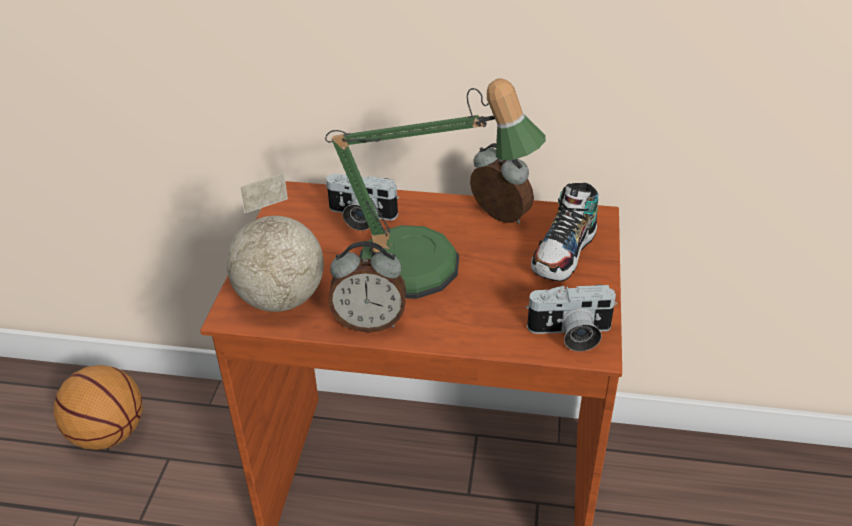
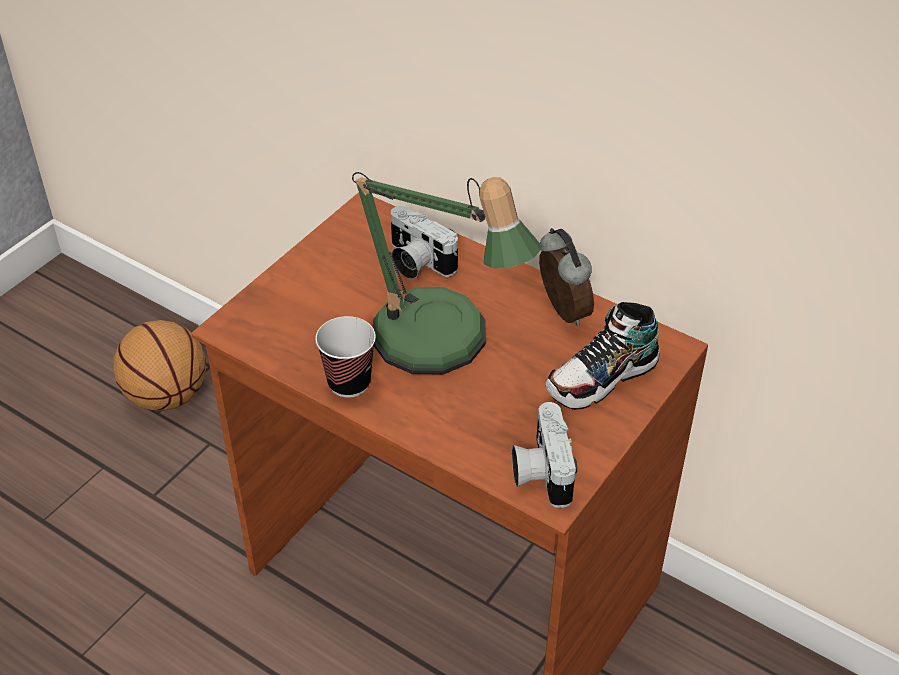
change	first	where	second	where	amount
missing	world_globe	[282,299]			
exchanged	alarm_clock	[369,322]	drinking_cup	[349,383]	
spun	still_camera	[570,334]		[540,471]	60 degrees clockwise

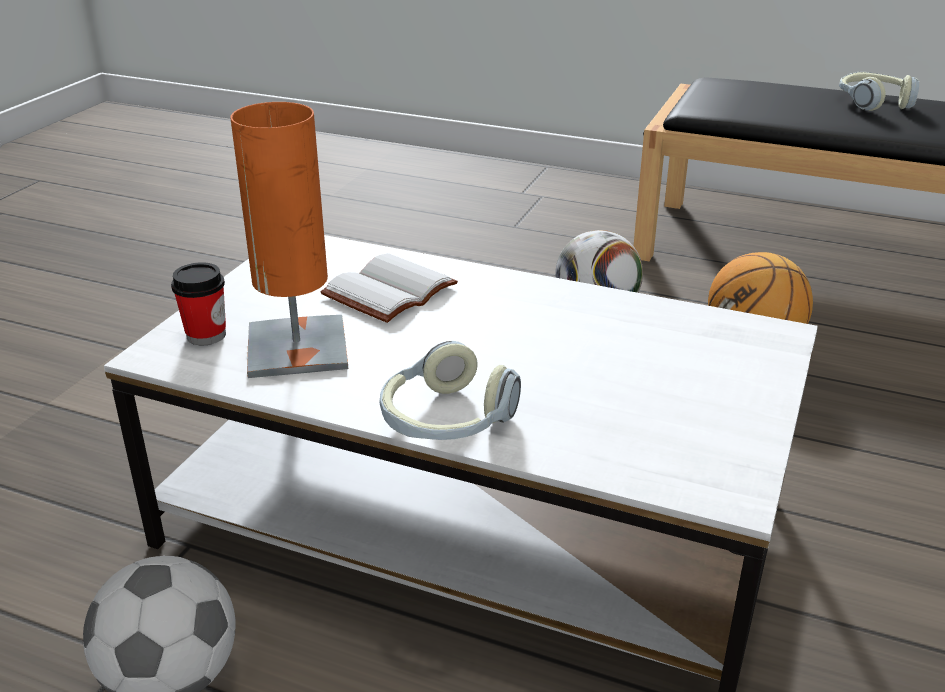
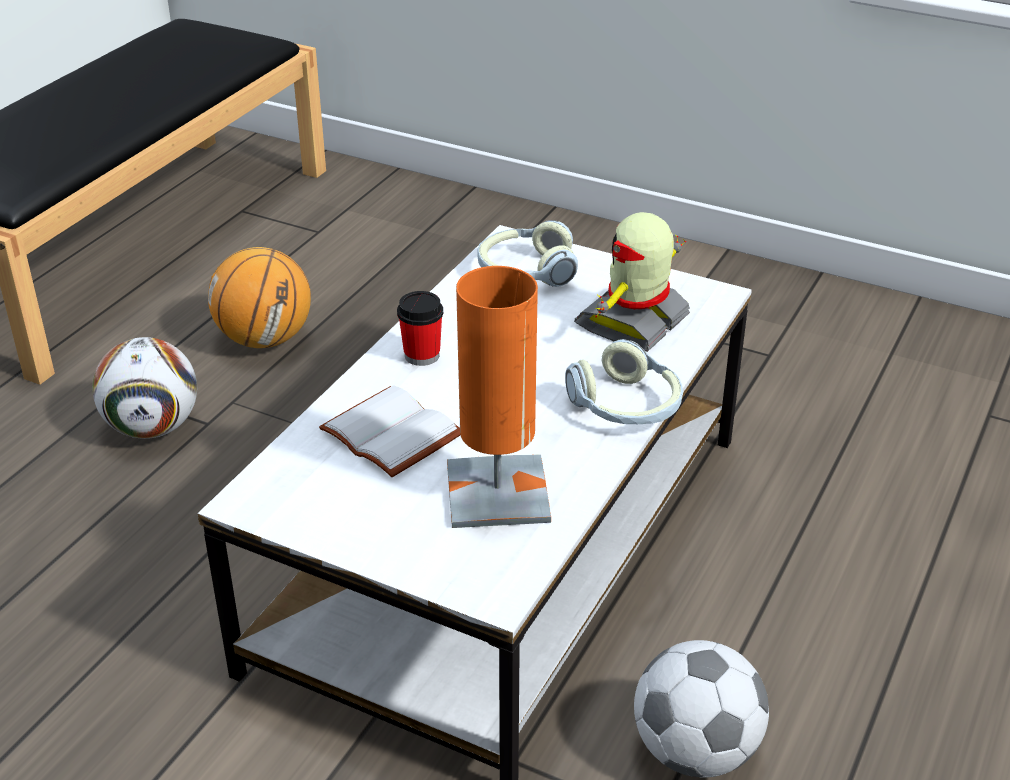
change	first	where	second	where	amount
relocated	pair_of_headphones	[873,102]		[526,272]	
relocated	drinking_cup	[206,335]		[422,355]	
appeared			model_robot	[635,322]	

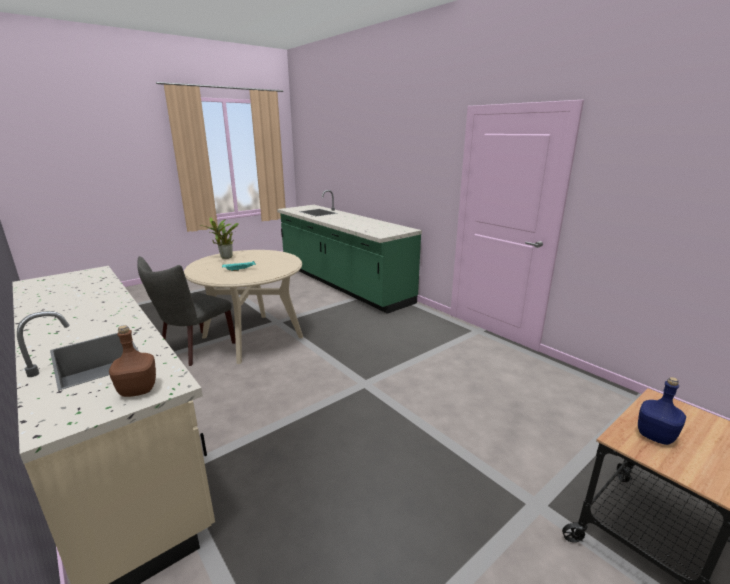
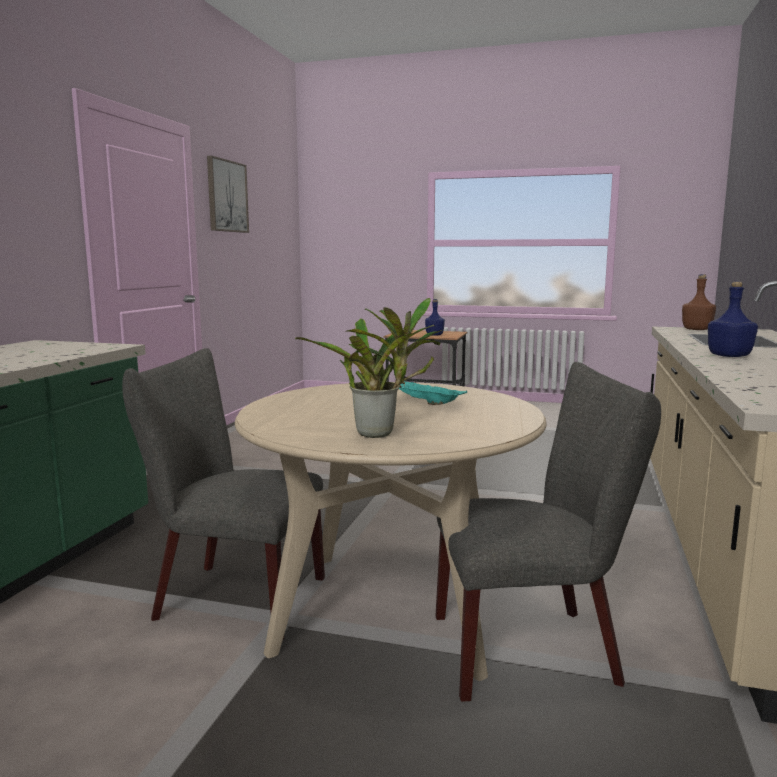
change	first	where	second	where	amount
appeared			wall_art	[227,196]	
appeared			bluish_drink_bottle	[730,356]	
appeared			gray_plain_chair	[230,598]	

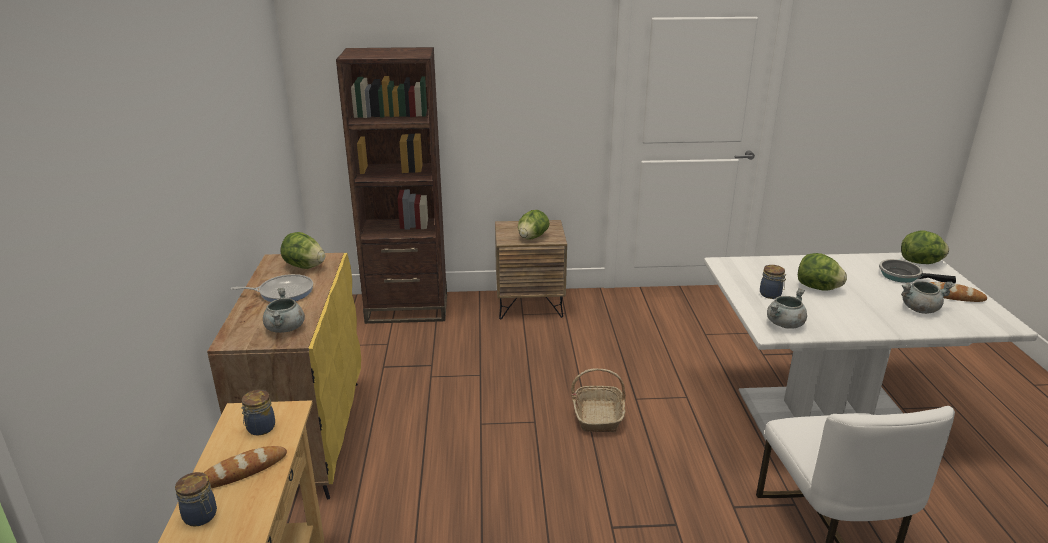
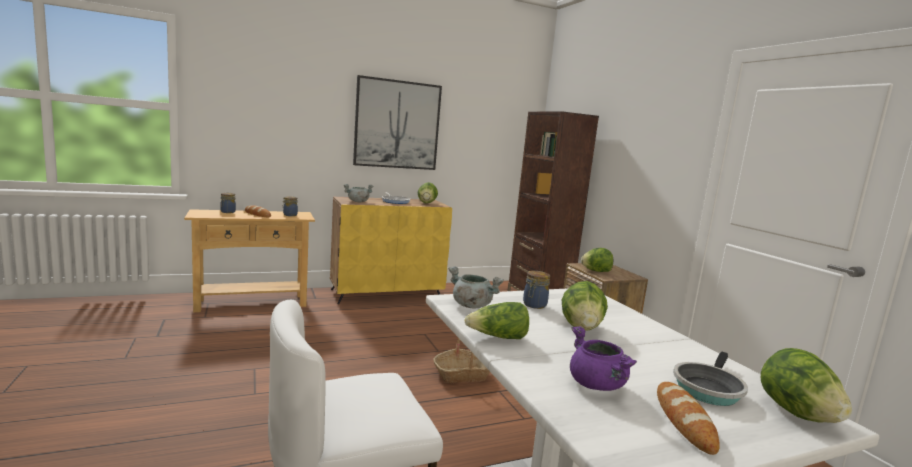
change	first	where	second	where	amount
spun	frying_pan	[903,276]		[707,388]	150 degrees counterclockwise
colour	gray_saucepot	[920,309]	purple_saucepot	[597,385]	
appeared			wall_art	[397,124]	
appeared			lettuce	[498,337]	

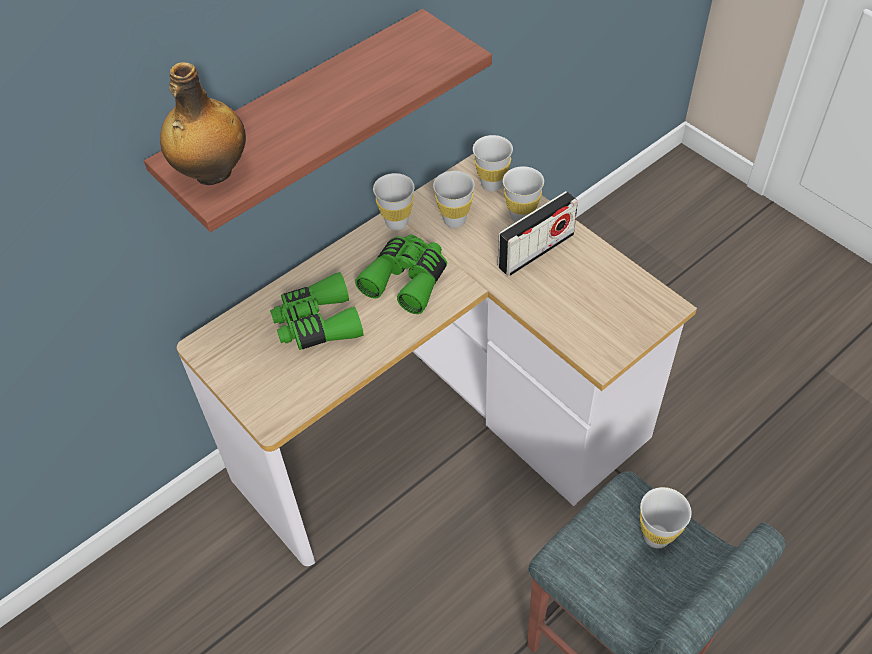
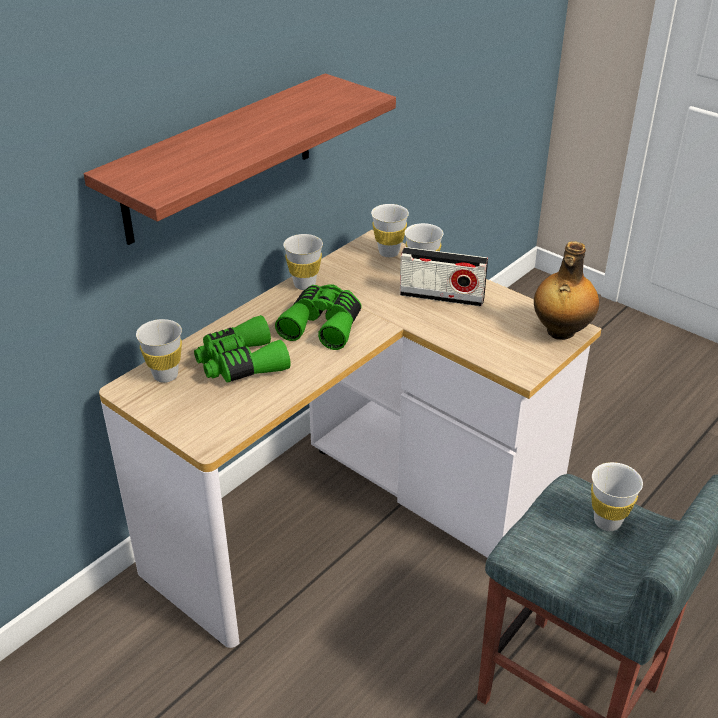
change	first	where	second	where	amount
relocated	drink_bottle	[212,173]		[560,332]	
relocated	white-coloured_drinking_cup	[454,220]		[165,375]	
spun	radio_set	[536,250]		[441,297]	60 degrees clockwise

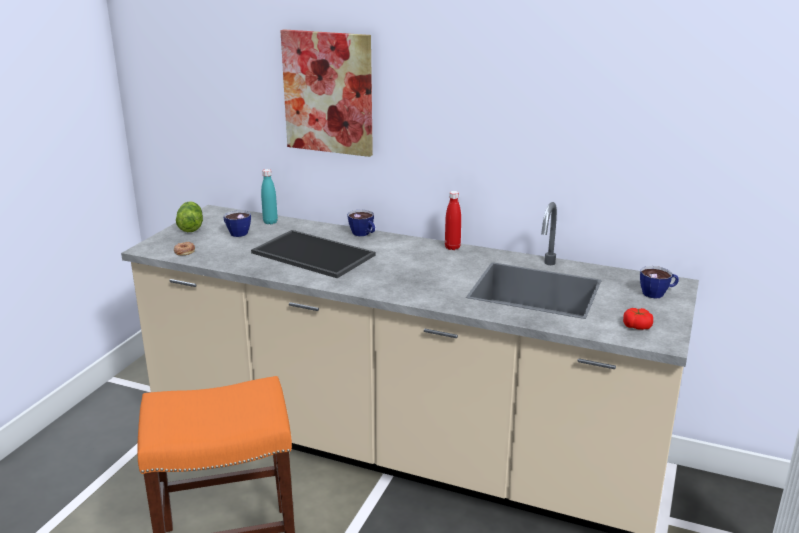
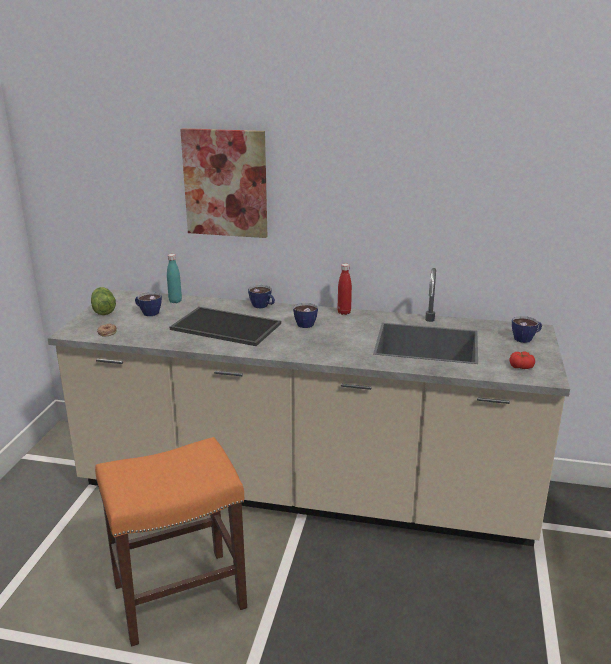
change	first	where	second	where	amount
appeared			drinking_cup	[305,323]	

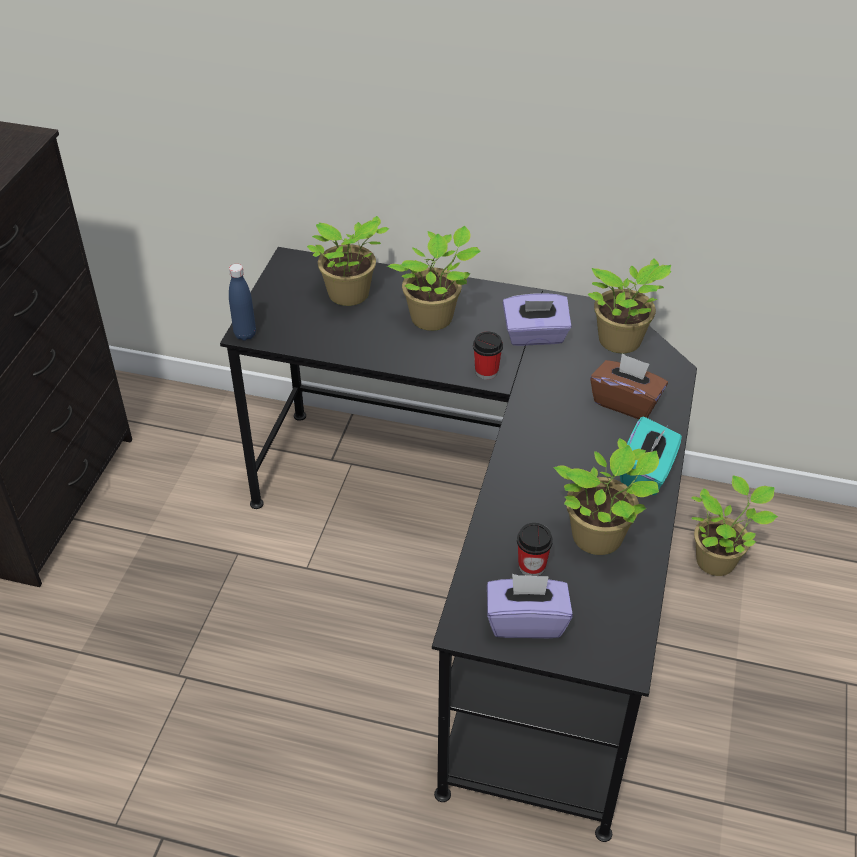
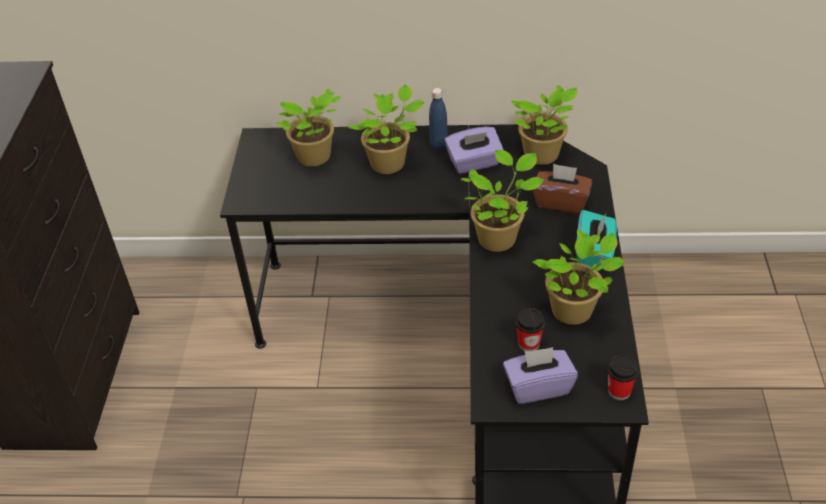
change	first	where	second	where	amount
relocated	bluish_drink_bottle	[245,334]		[439,145]	
relocated	drinking_cup	[486,371]		[619,391]	
relocated	potted_plant	[718,560]		[499,237]	

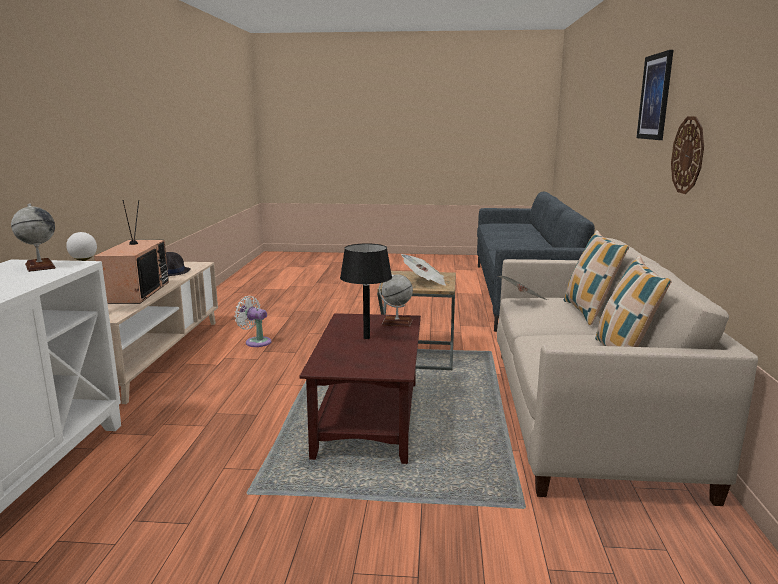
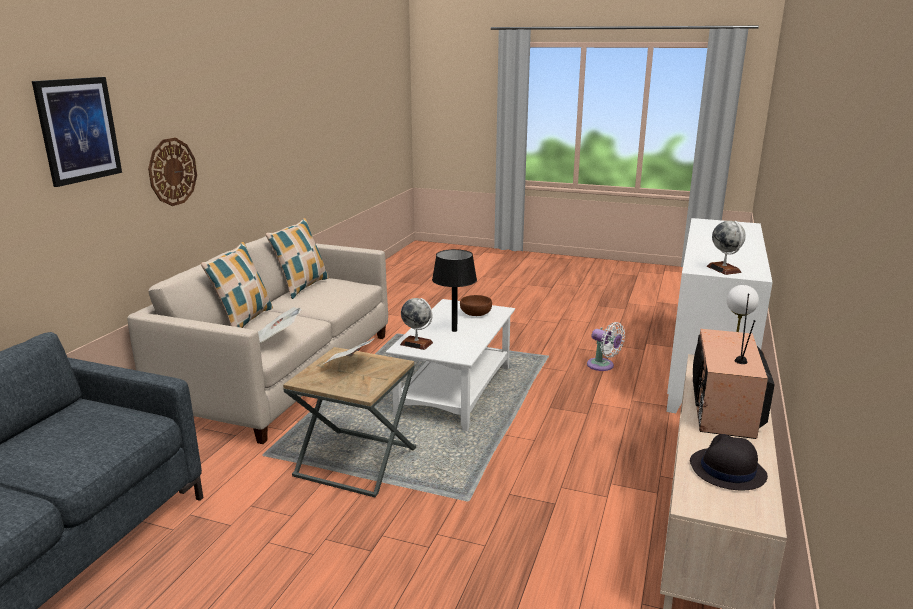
change	first	where	second	where	amount
relocated	white-coloured_cooling_fan	[256,342]		[603,366]	
colour	brown_lounge_table	[369,419]	white-coloured_lounge_table	[455,391]	
appeared			brown_serving_bowl	[476,314]	

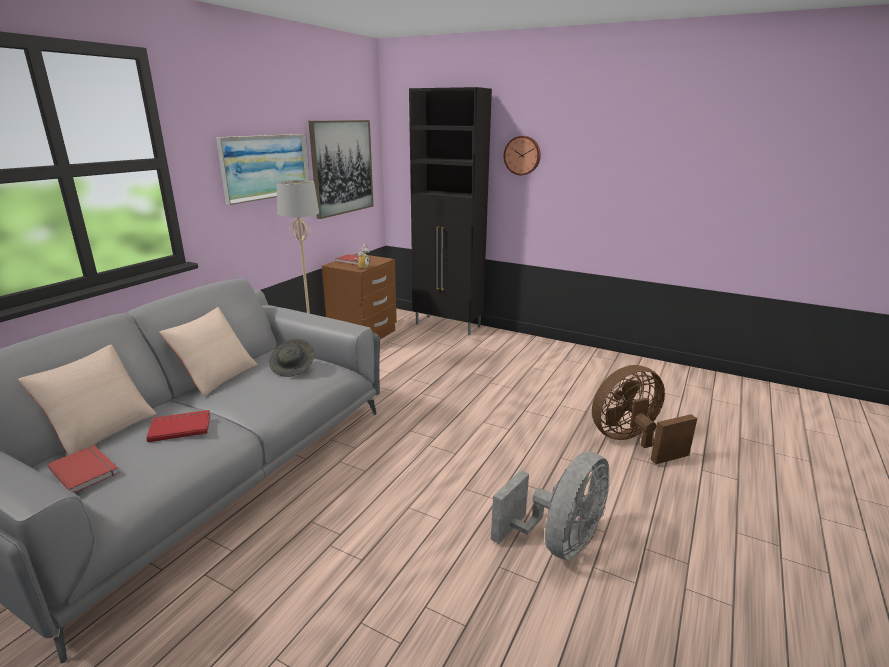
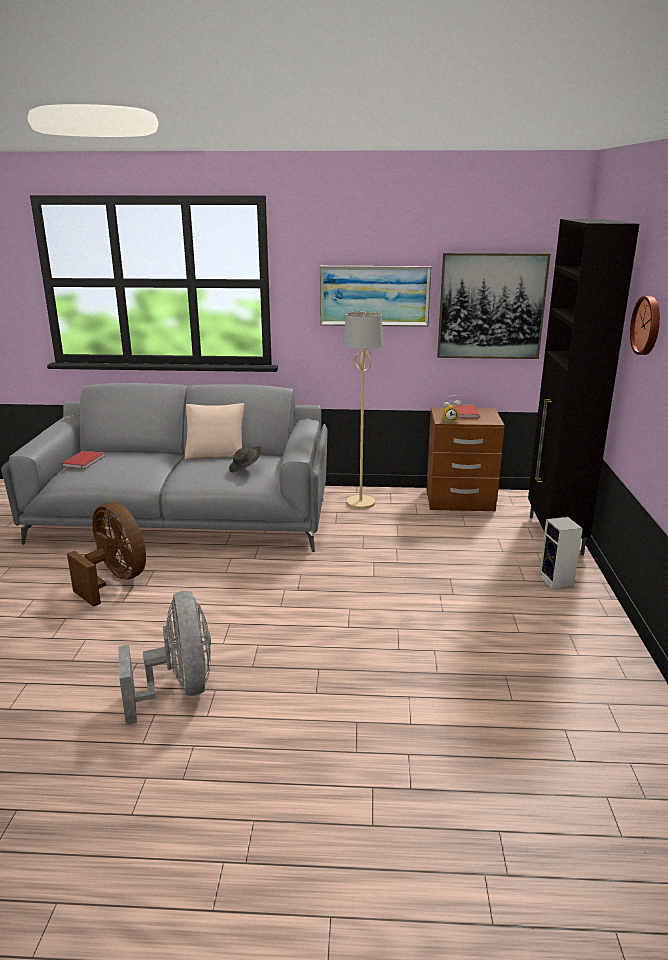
change	first	where	second	where	amount
missing	beige_throw_pillow	[101,428]			
relocated	brown_cooling_fan	[632,442]		[115,580]	
missing	reddish_book	[180,427]			
spun	gray_cooling_fan	[558,542]		[179,689]	120 degrees counterclockwise
appeared			loudspeaker	[557,581]	

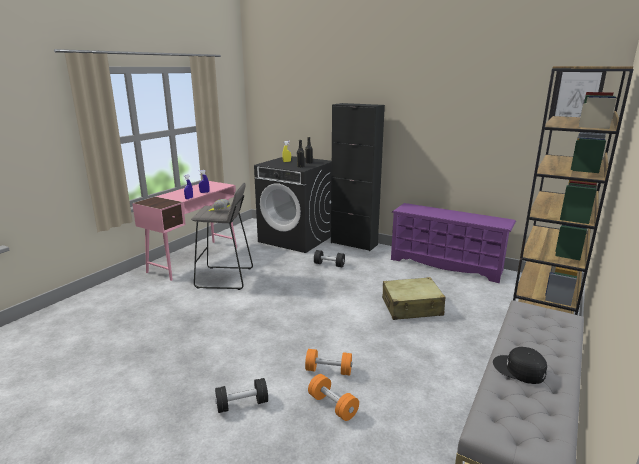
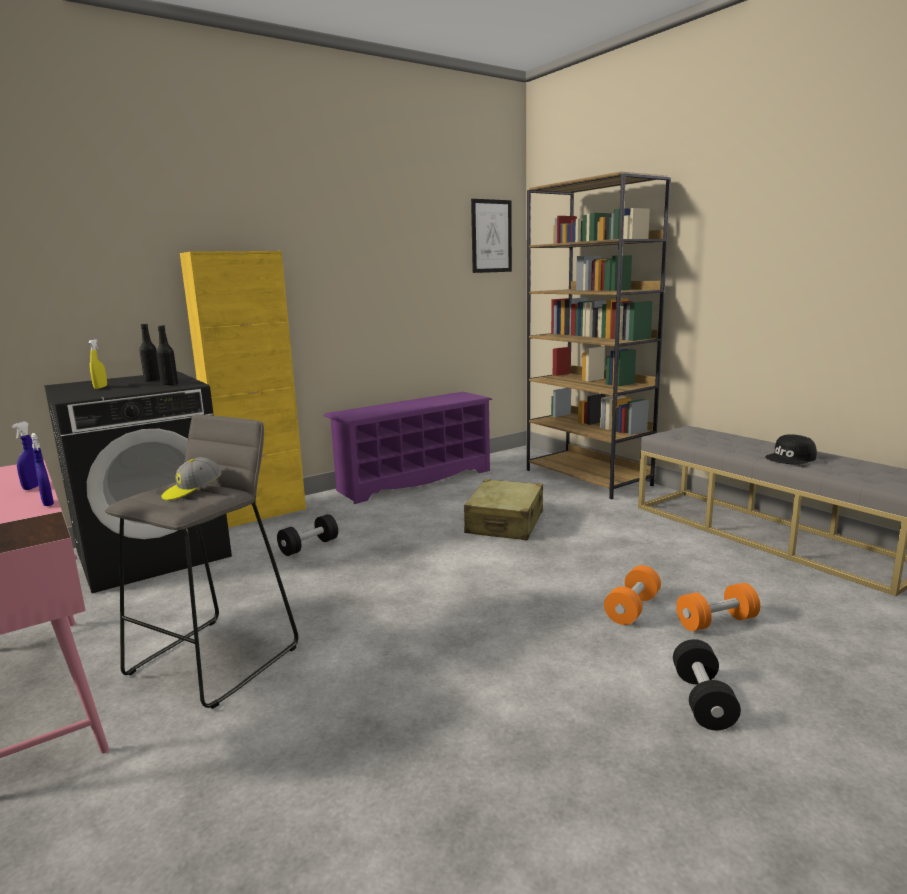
change	first	where	second	where	amount
colour	black_cupboard	[354,244]	yellow-coloured_cupboard	[261,514]	

